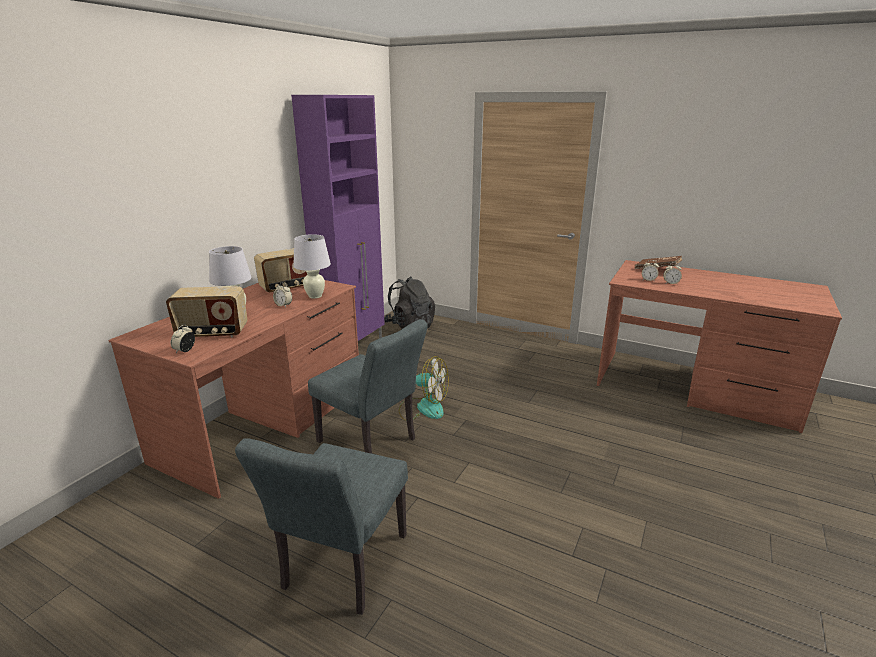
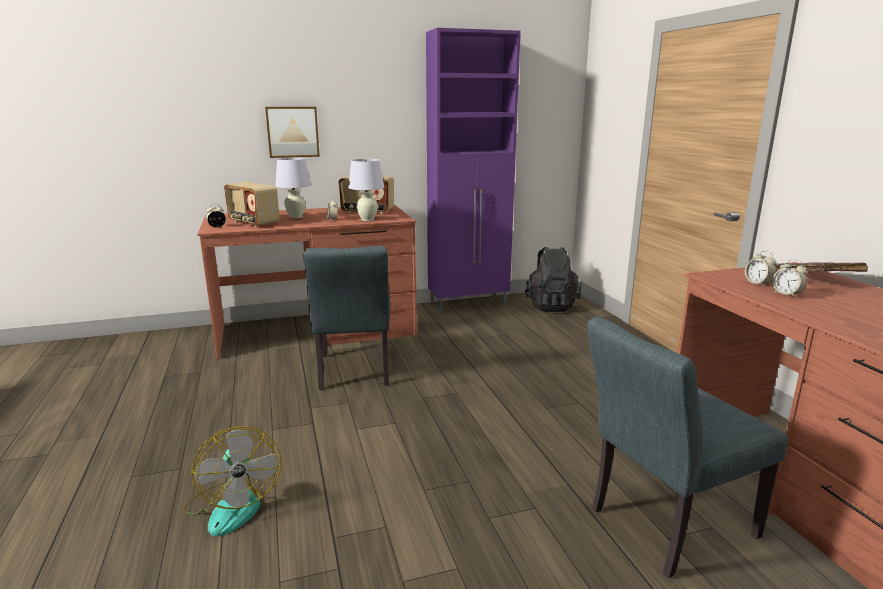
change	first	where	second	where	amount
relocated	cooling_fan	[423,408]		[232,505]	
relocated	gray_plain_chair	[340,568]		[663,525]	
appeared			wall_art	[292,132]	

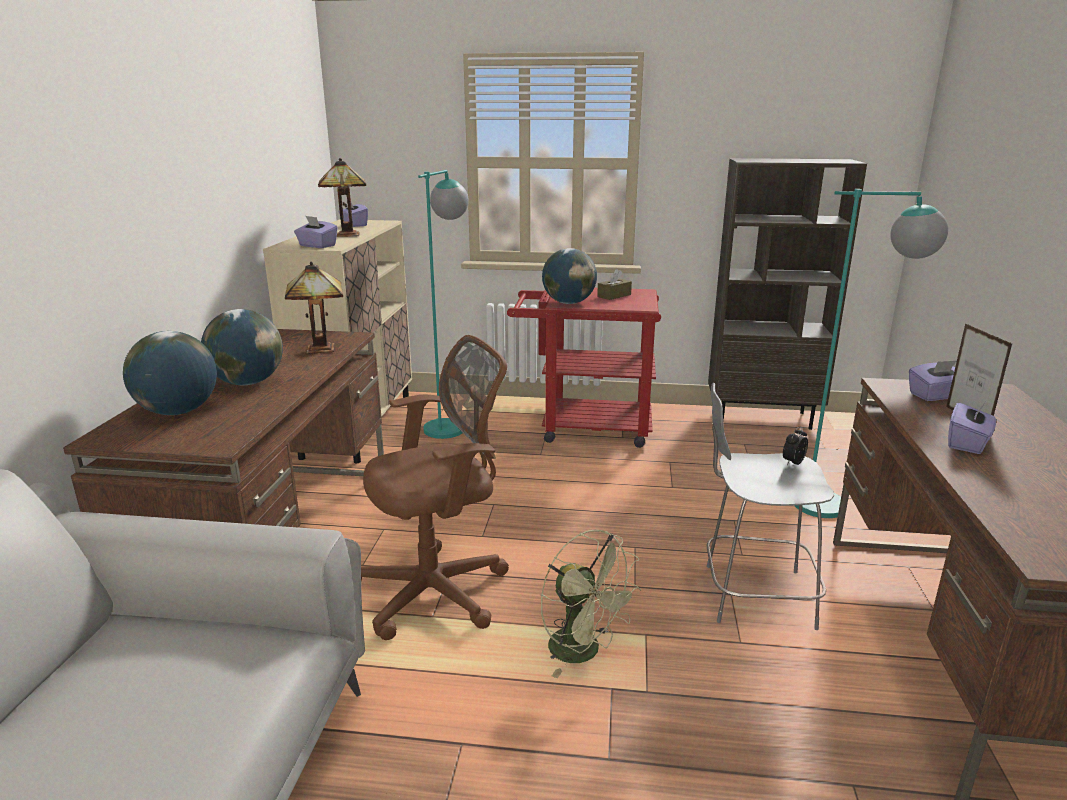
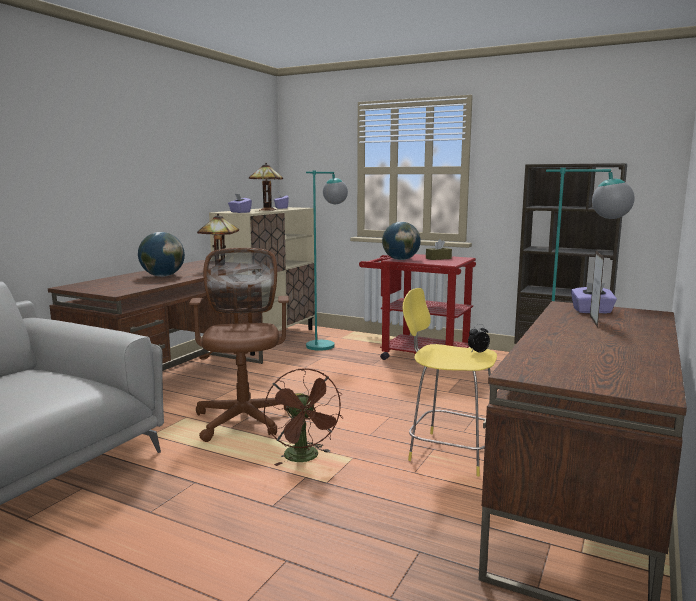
change	first	where	second	where	amount
missing	world_globe	[179,411]			
spun	brown_office_chair	[438,591]		[244,417]	90 degrees counterclockwise
colour	gray_stool_seat	[753,595]	yellow-coloured_stool_seat	[449,452]	
missing	purple_tissue_box	[967,443]			
colour	green-coloured_cooling_fan	[584,652]	brown_cooling_fan	[305,458]	

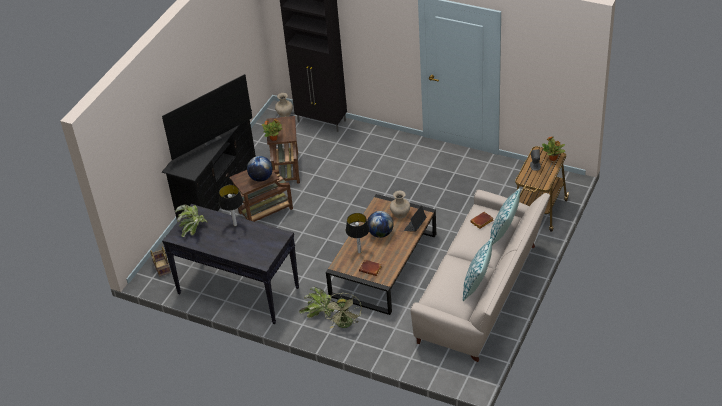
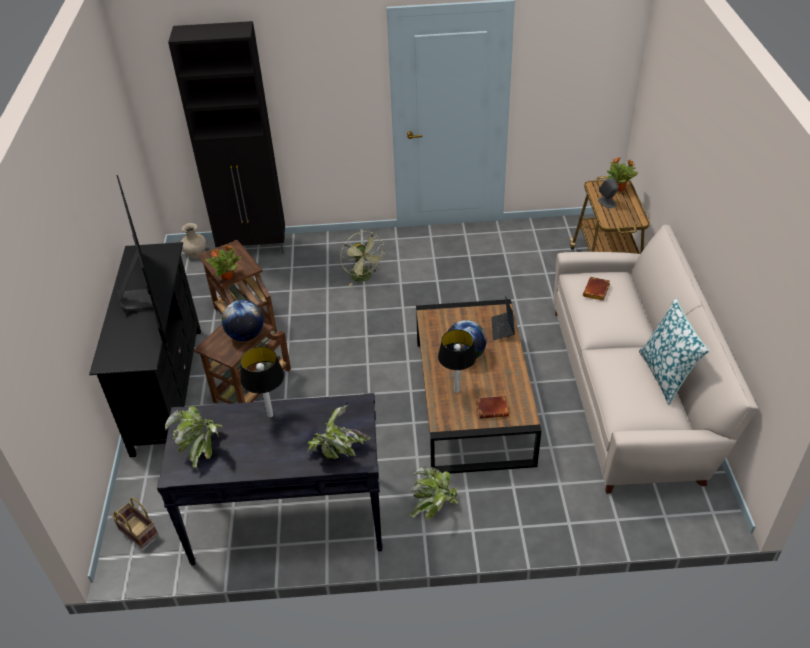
change	first	where	second	where	amount
spun	TV	[210,139]		[144,299]	45 degrees counterclockwise
missing	throw_pillow	[504,233]			
missing	beige_decorative_vase	[400,213]			
relocated	green-coloured_cooling_fan	[345,325]		[364,278]	
appeared			potted_plant	[337,452]	

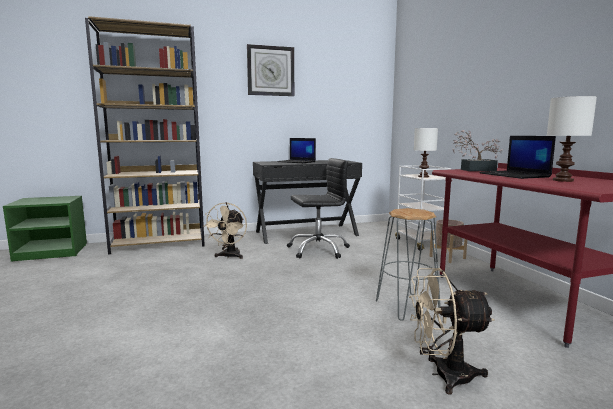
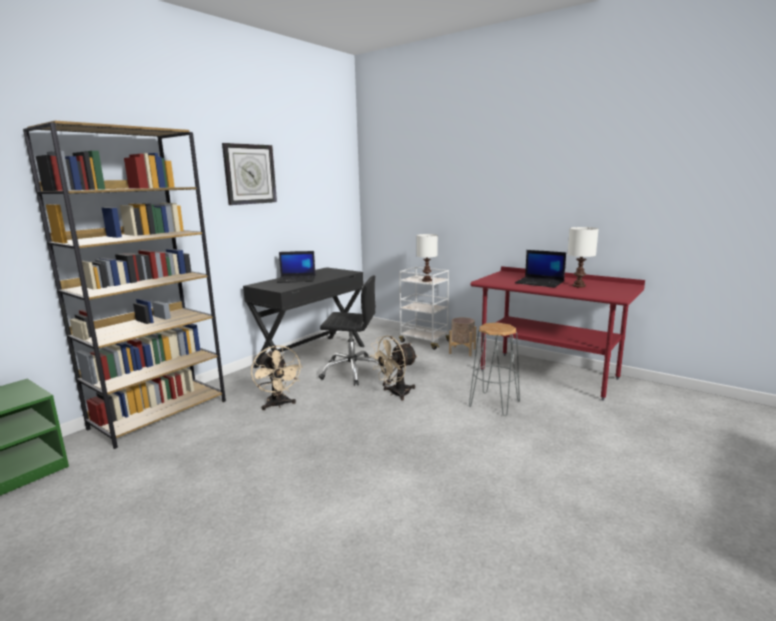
change	first	where	second	where	amount
missing	potted_plant	[474,170]			
spun	black_office_chair	[318,249]		[352,372]	60 degrees clockwise
relocated	beige_cooling_fan	[443,375]		[395,394]	

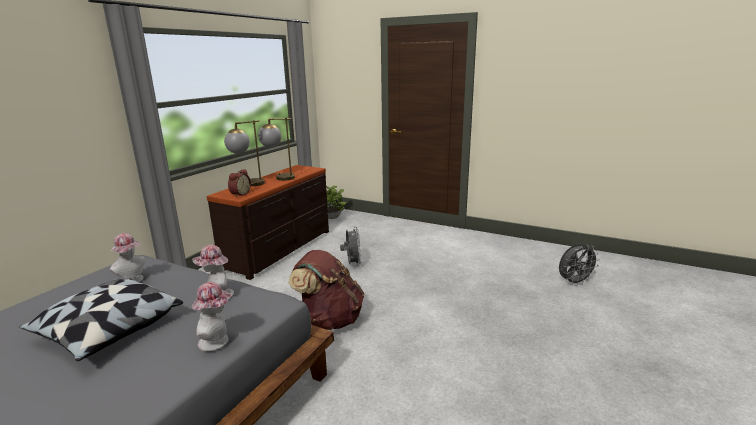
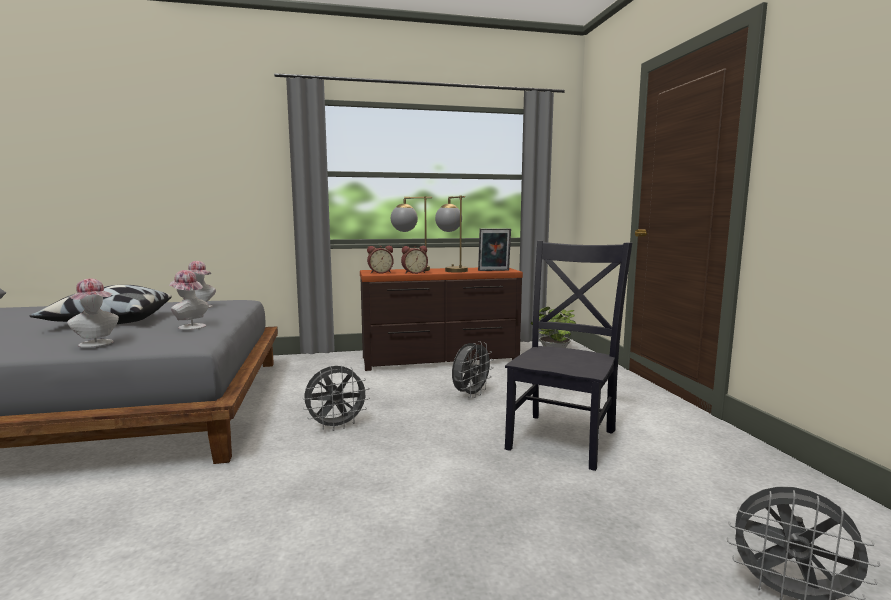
change	first	where	second	where	amount
exchanged	brown_knapsack	[330,320]	gray_cooling_fan	[336,426]	
appeared			photo_frame	[494,270]	
appeared			black_plain_chair	[563,437]	
appeared			alarm_clock	[414,273]	

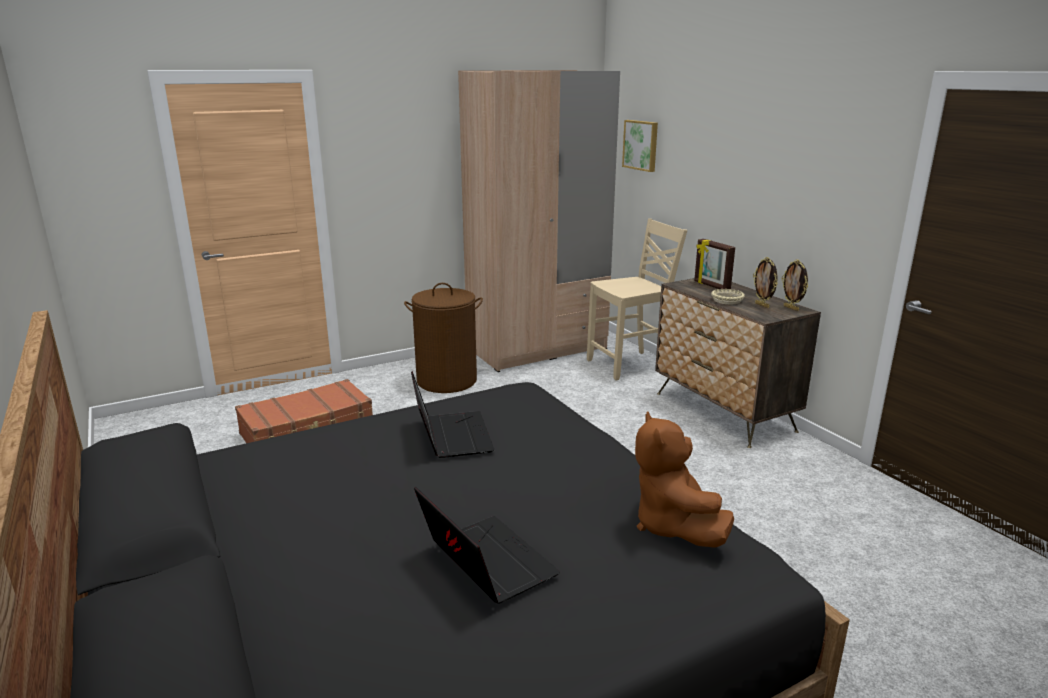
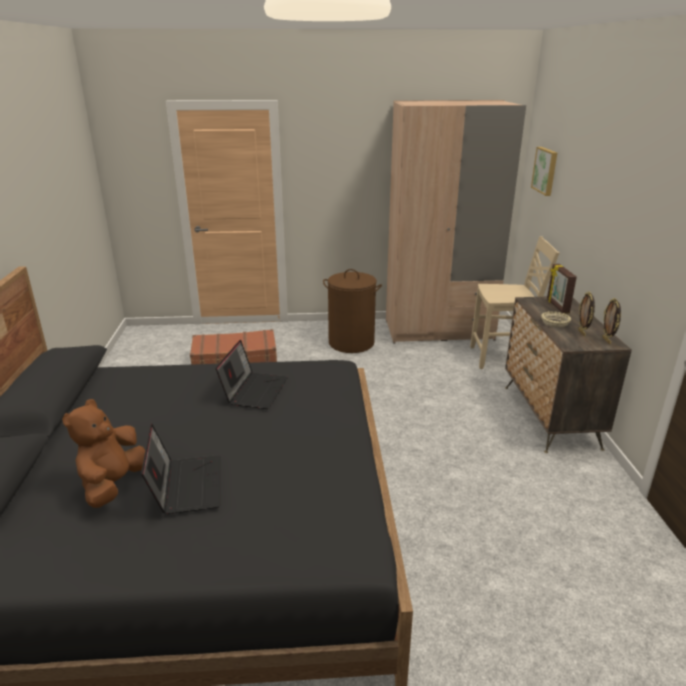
change	first	where	second	where	amount
relocated	brown_soft_toy	[673,526]		[114,485]	

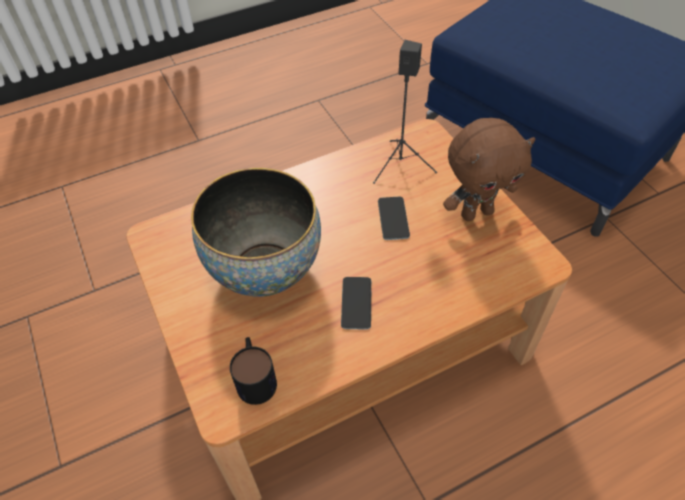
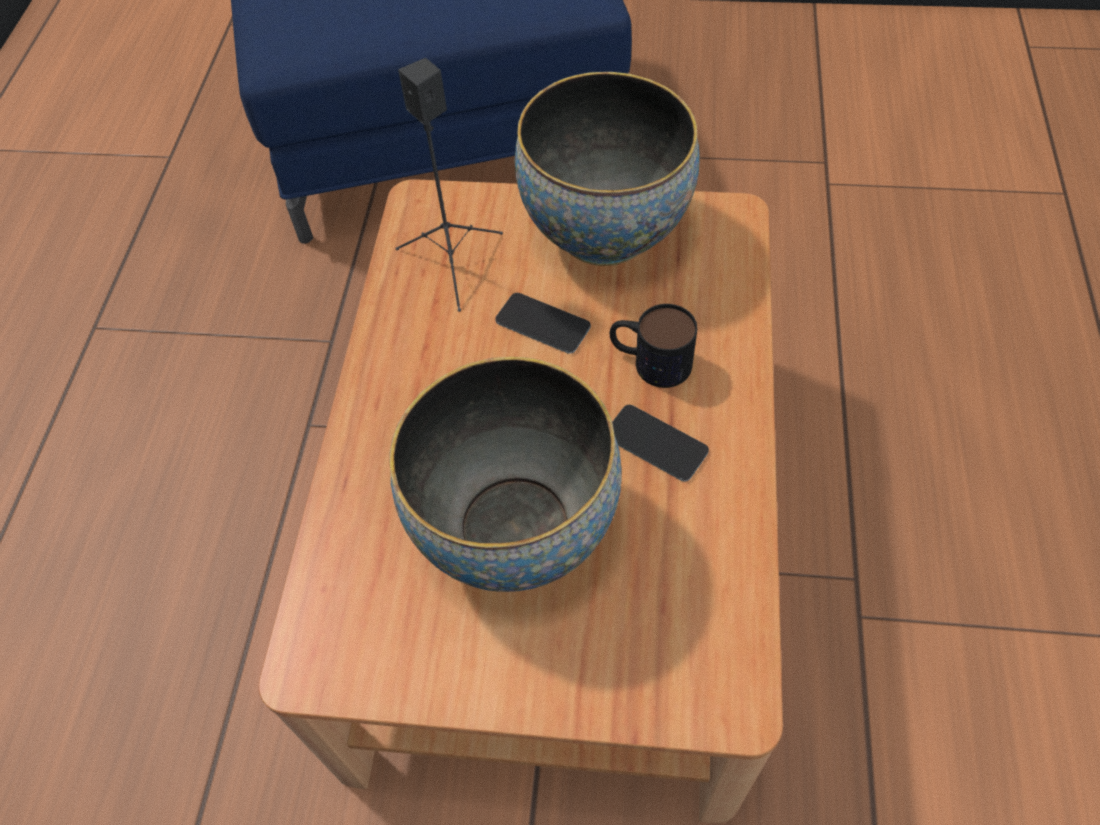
change	first	where	second	where	amount
exchanged	brown_soft_toy	[476,212]	serving_bowl	[605,232]	
relocated	tea_mug	[255,376]		[650,361]	

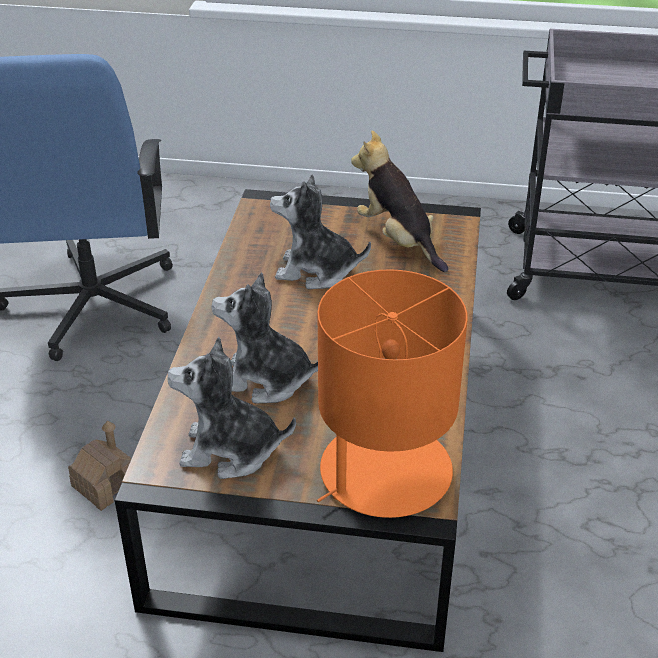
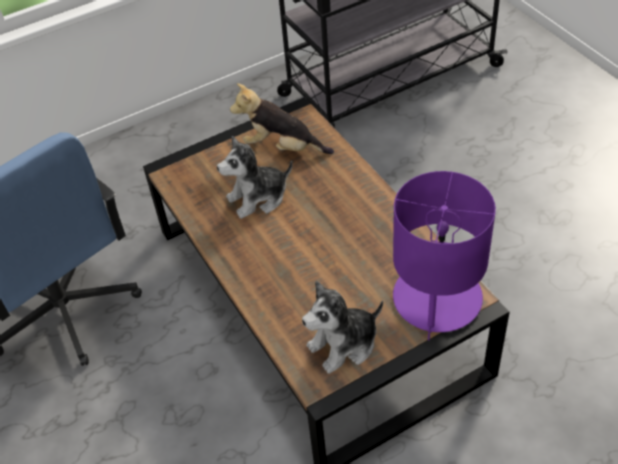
change	first	where	second	where	amount
colour	orangey_tabletop_lamp	[384,472]	purple_tabletop_lamp	[437,299]	
missing	soft_toy	[266,380]			
missing	toy_house	[105,485]			

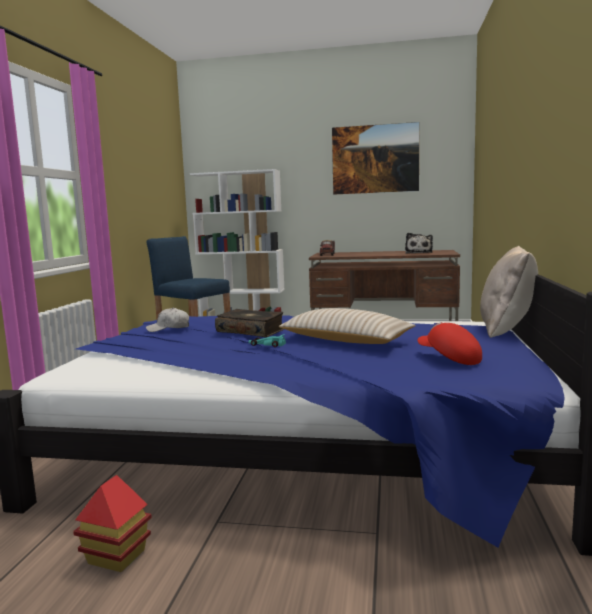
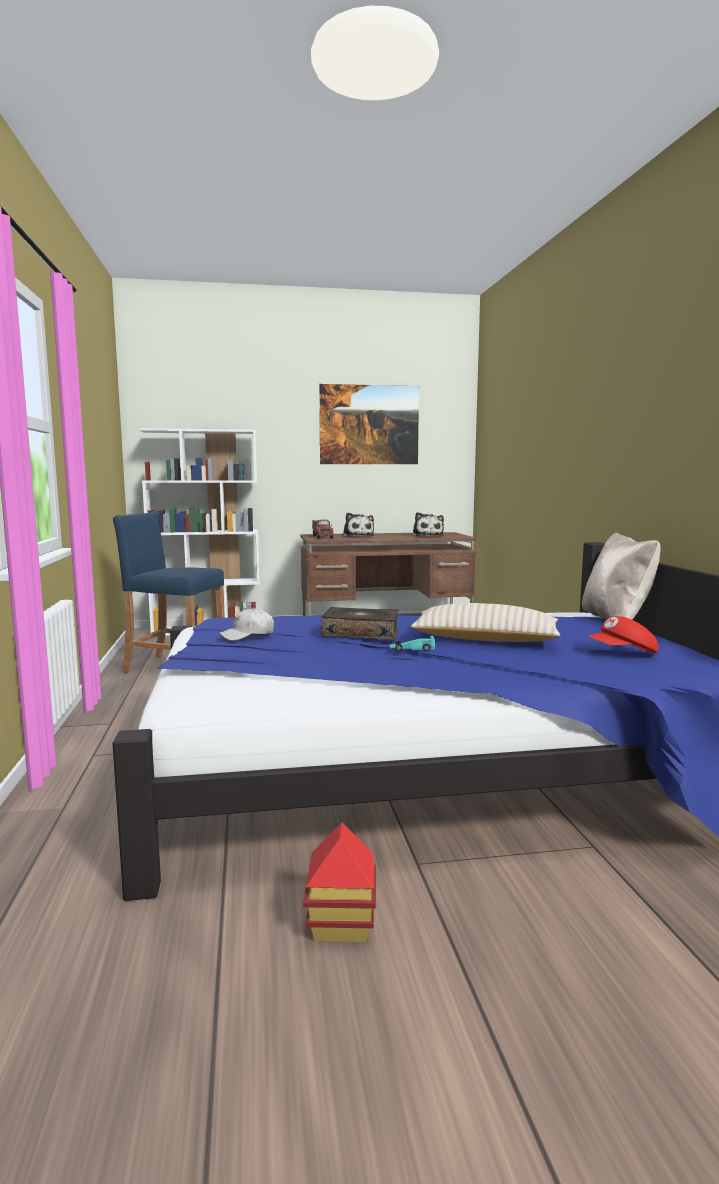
change	first	where	second	where	amount
spun	reddish_baseball_cap	[449,359]		[623,653]	45 degrees counterclockwise
appeared			soft_toy	[357,536]	

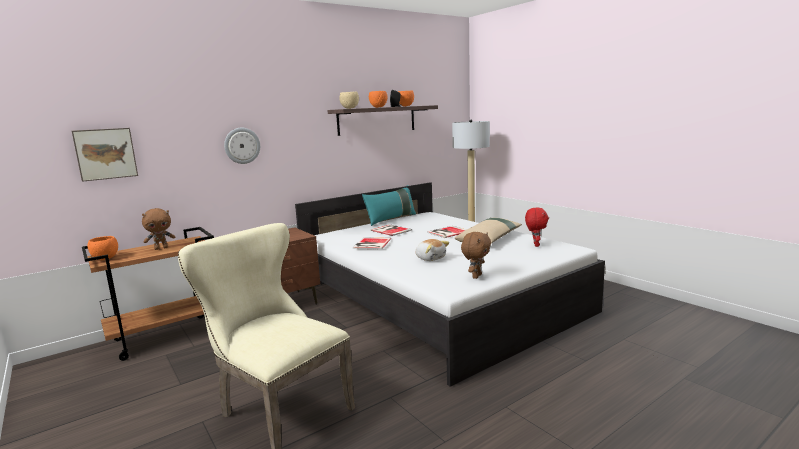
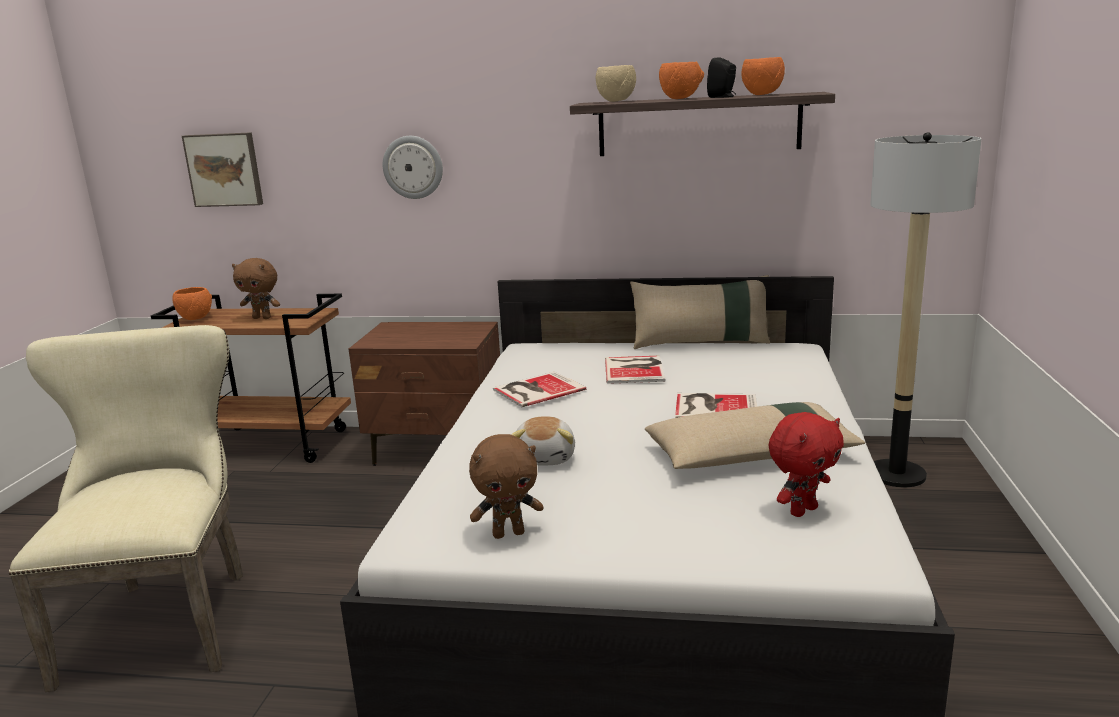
change	first	where	second	where	amount
colour	turquoise-coloured_throw_pillow	[391,219]	beige_throw_pillow	[700,343]	

